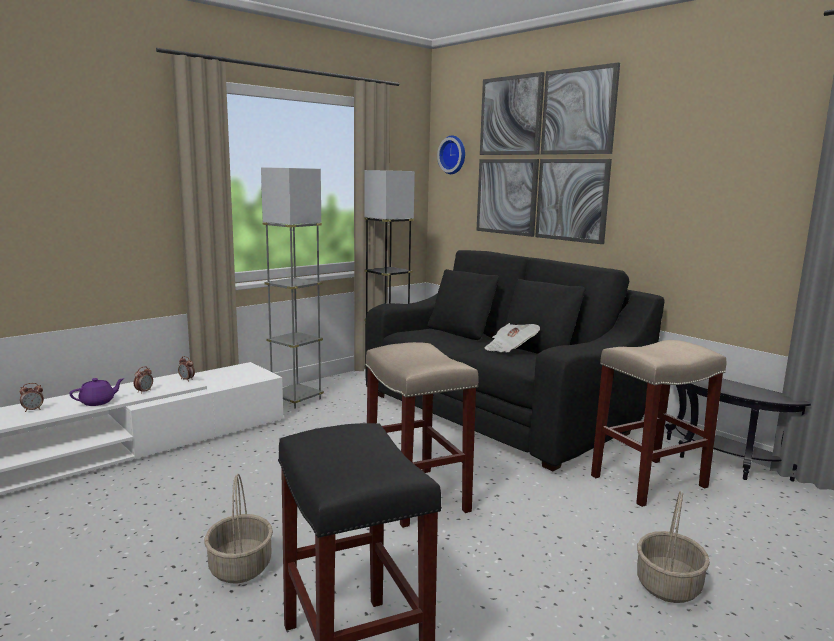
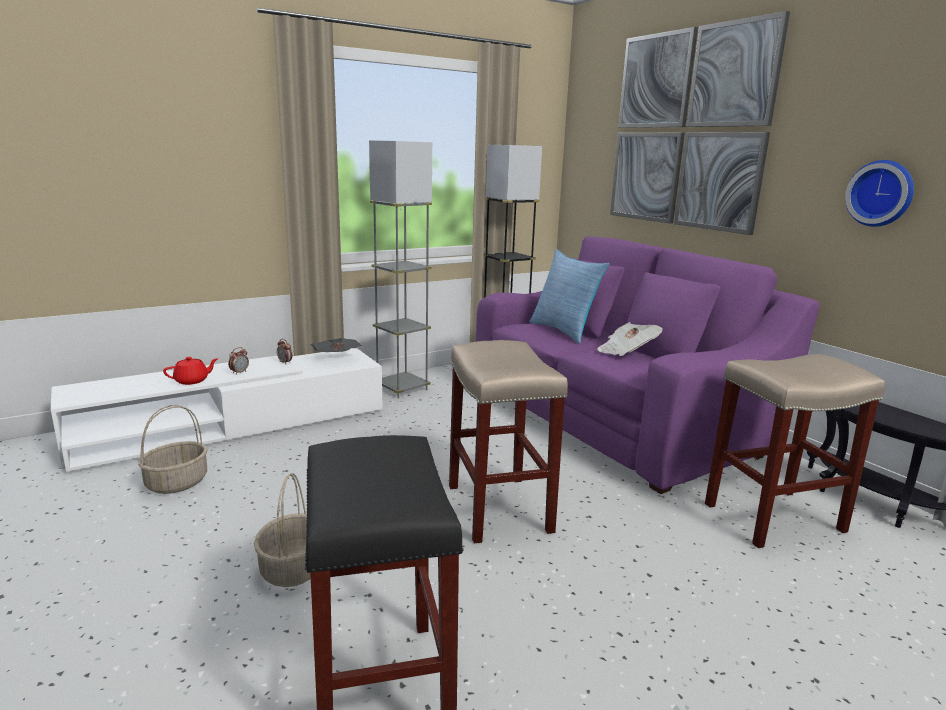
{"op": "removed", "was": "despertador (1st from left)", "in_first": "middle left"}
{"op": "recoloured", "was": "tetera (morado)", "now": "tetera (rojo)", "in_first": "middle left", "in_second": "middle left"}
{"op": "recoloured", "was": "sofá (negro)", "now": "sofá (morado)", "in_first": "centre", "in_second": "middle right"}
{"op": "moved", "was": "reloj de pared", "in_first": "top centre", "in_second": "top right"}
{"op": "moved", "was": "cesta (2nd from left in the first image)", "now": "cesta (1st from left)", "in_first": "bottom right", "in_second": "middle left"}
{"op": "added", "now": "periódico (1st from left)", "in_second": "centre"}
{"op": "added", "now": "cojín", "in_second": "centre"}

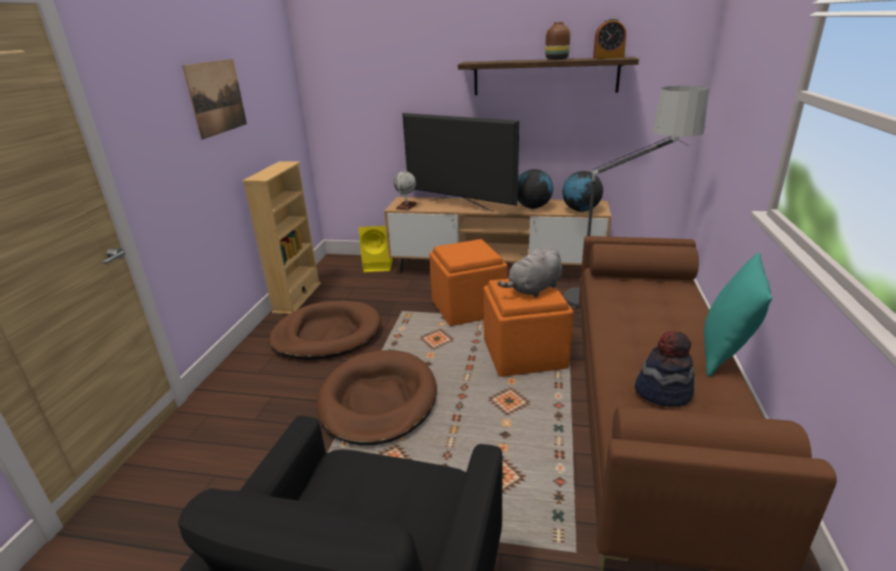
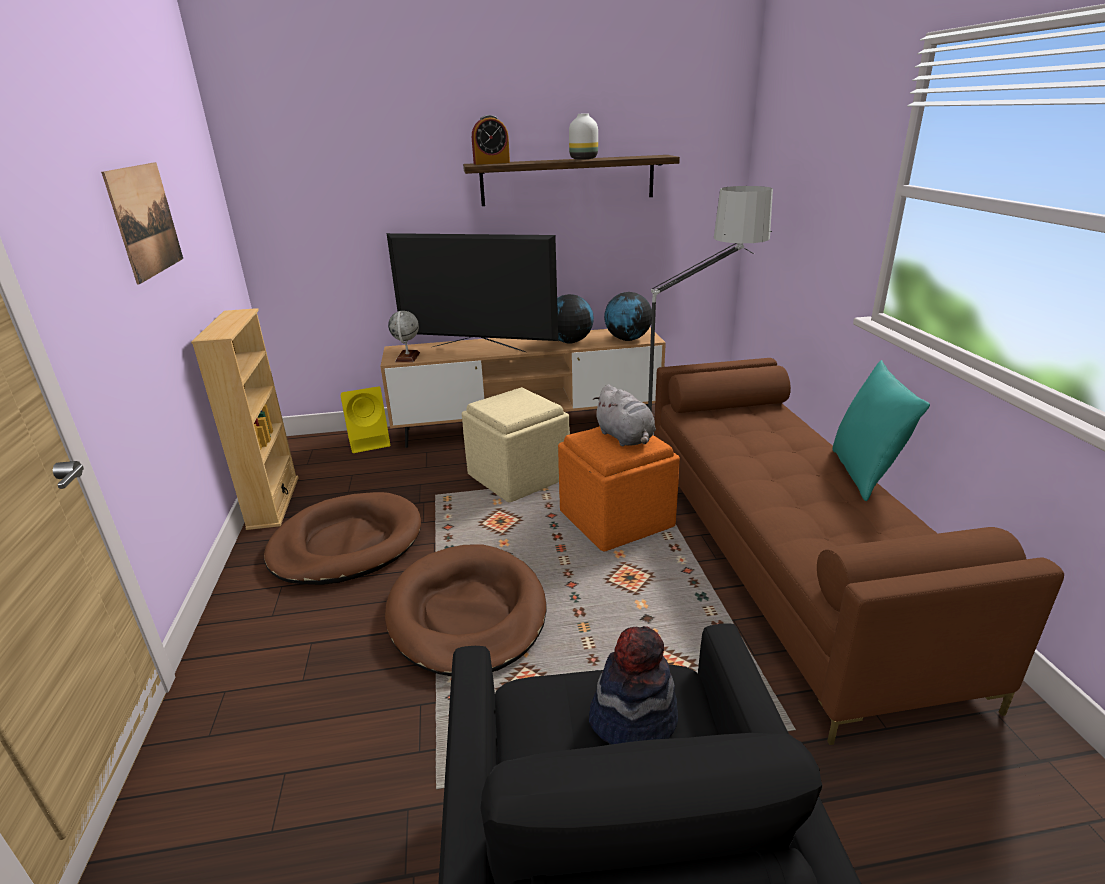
{"op": "recoloured", "was": "puf (naranja) (1st from left)", "now": "puf (beis)", "in_first": "centre", "in_second": "centre"}
{"op": "turned", "was": "peluche (gris)", "in_first": "centre", "in_second": "centre", "clockwise": -60}
{"op": "recoloured", "was": "florero (marrón)", "now": "florero (blanco)", "in_first": "top centre", "in_second": "top centre"}
{"op": "moved", "was": "despertador", "in_first": "top right", "in_second": "top centre"}
{"op": "moved", "was": "sombrero", "in_first": "middle right", "in_second": "bottom centre"}

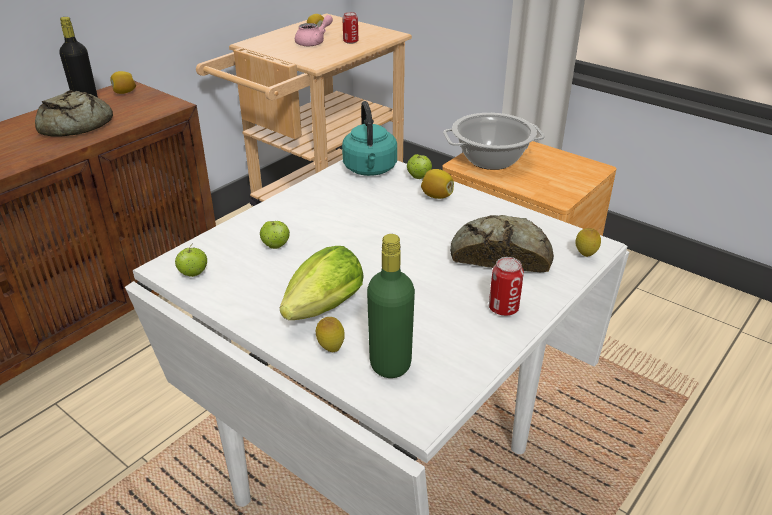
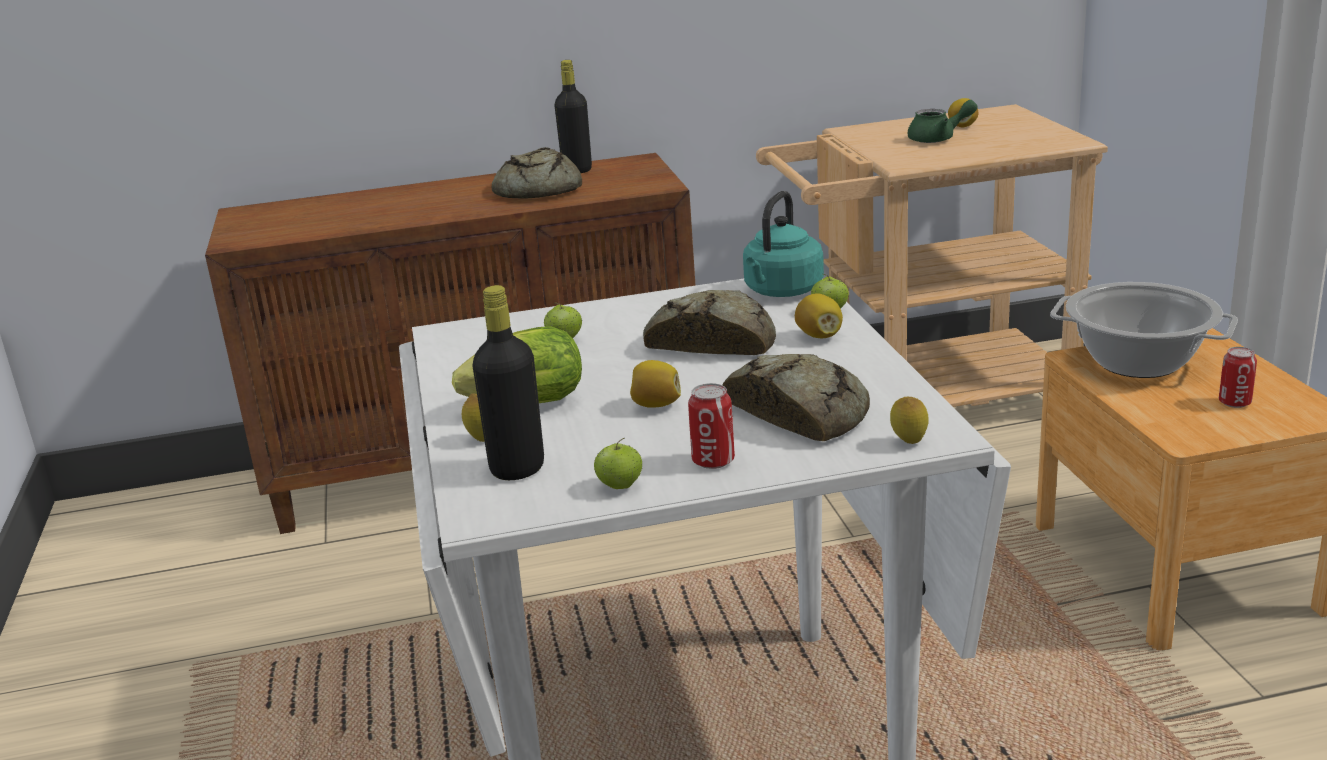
{"op": "moved", "was": "limón (1st from left in the first image)", "now": "limón (2nd from left)", "in_first": "top left", "in_second": "centre"}
{"op": "moved", "was": "manzana (1st from left in the first image)", "now": "manzana (2nd from left)", "in_first": "middle left", "in_second": "centre"}
{"op": "recoloured", "was": "tetera (rosa)", "now": "tetera (verde)", "in_first": "top centre", "in_second": "top right"}
{"op": "moved", "was": "lata (1st from left in the first image)", "now": "lata (2nd from left)", "in_first": "top centre", "in_second": "middle right"}
{"op": "recoloured", "was": "botella (verde)", "now": "botella (negro) (1st from left)", "in_first": "centre", "in_second": "centre"}
{"op": "added", "now": "pan (2nd from left)", "in_second": "centre"}

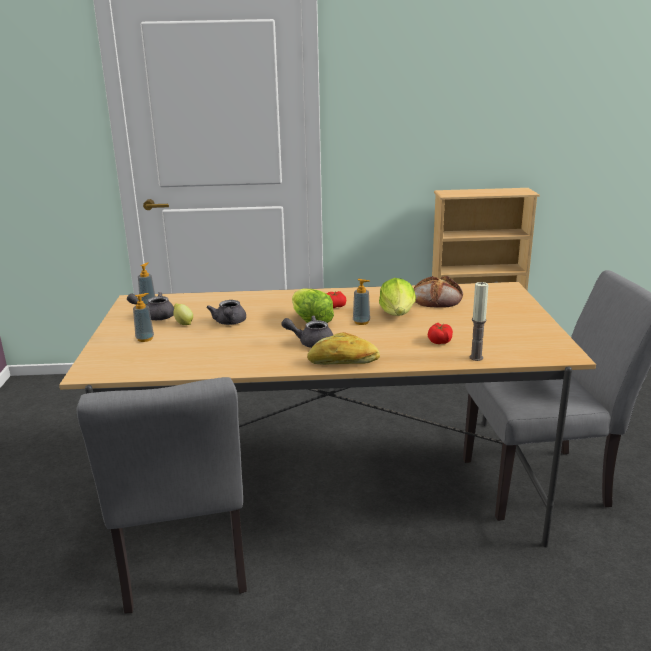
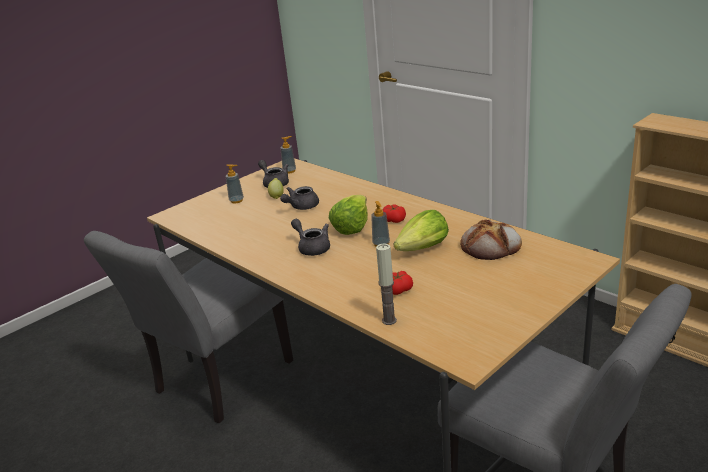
{"op": "removed", "was": "pan (1st from left)", "in_first": "centre"}

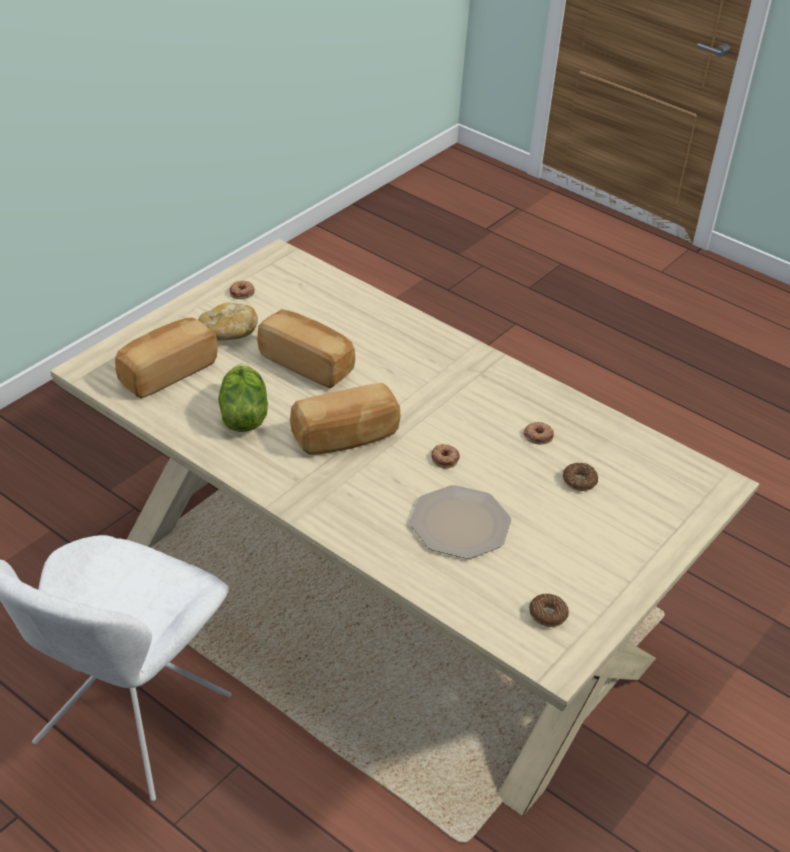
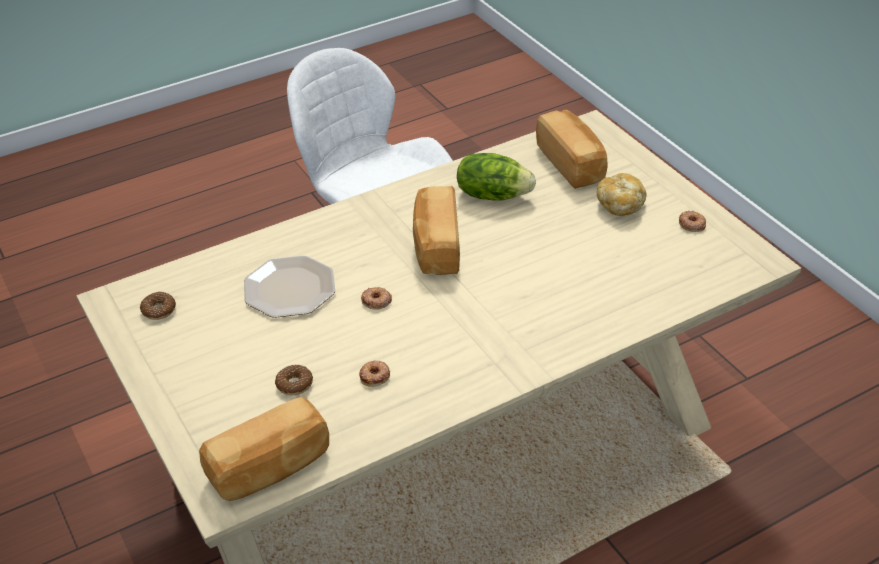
{"op": "moved", "was": "pan (3rd from left in the first image)", "now": "pan (1st from left)", "in_first": "centre", "in_second": "bottom left"}

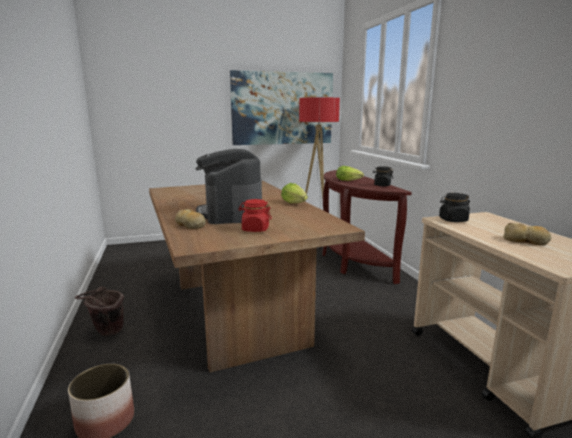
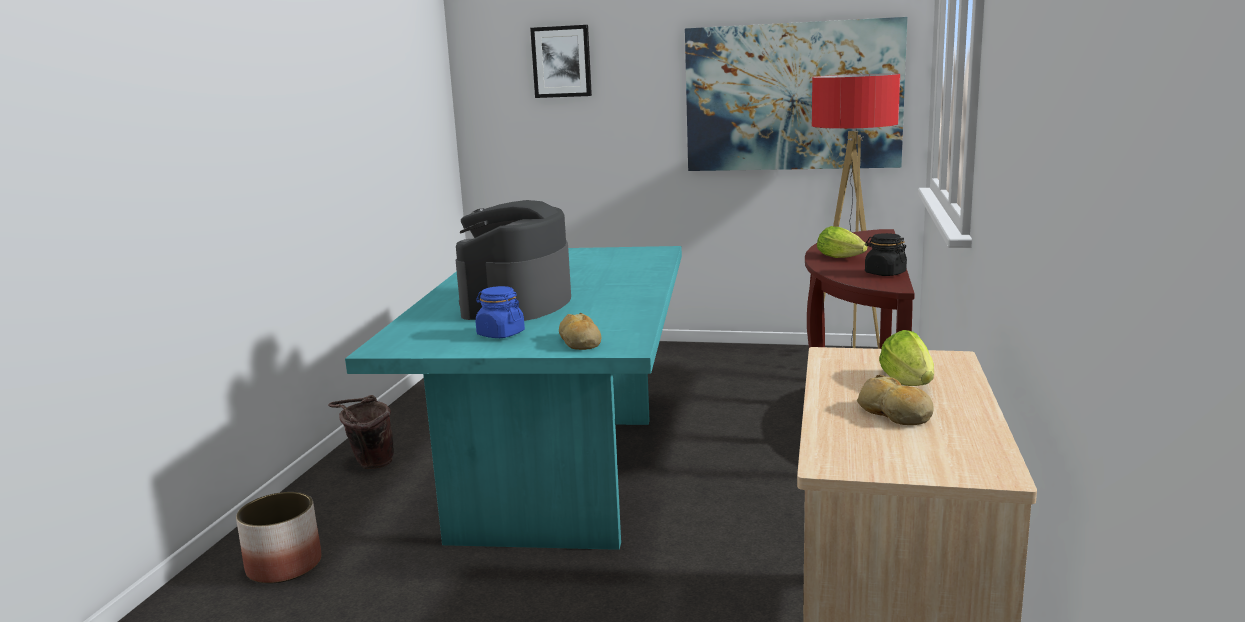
{"op": "recoloured", "was": "mesa de comedor (marrón)", "now": "mesa de comedor (turquesa)", "in_first": "centre", "in_second": "centre"}
{"op": "moved", "was": "pan (1st from left)", "in_first": "middle left", "in_second": "centre"}
{"op": "recoloured", "was": "tarro (rojo)", "now": "tarro (azul)", "in_first": "centre", "in_second": "centre"}
{"op": "moved", "was": "lechuga (1st from left in the first image)", "now": "lechuga (2nd from left)", "in_first": "centre", "in_second": "middle right"}
{"op": "removed", "was": "tarro (negro) (2nd from left)", "in_first": "middle right"}
{"op": "added", "now": "cuadro (1st from left)", "in_second": "top centre"}

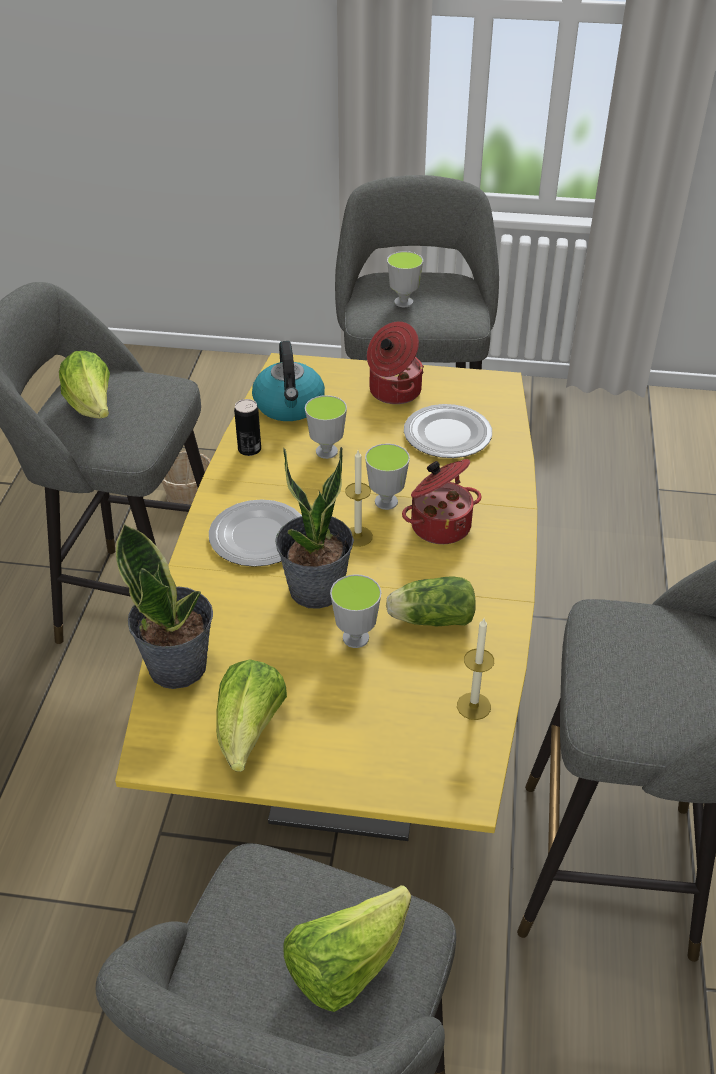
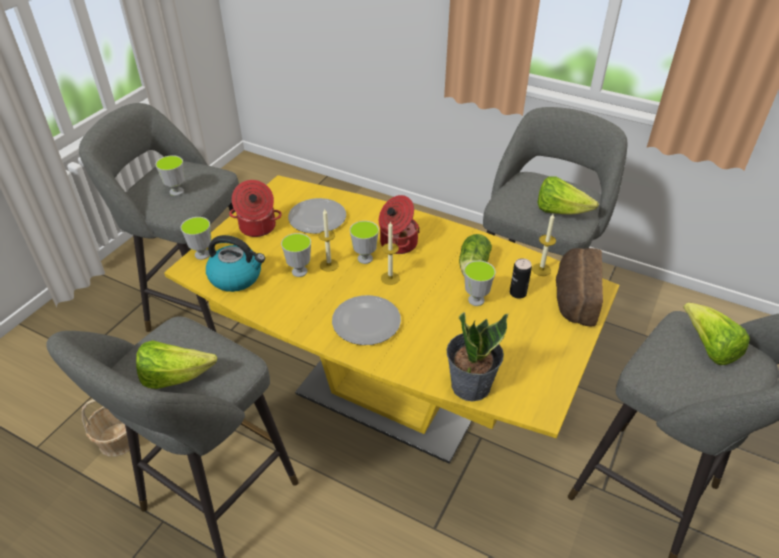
{"op": "moved", "was": "lechuga (2nd from left in the first image)", "now": "lechuga (3rd from left)", "in_first": "centre", "in_second": "middle right"}
{"op": "moved", "was": "lata", "in_first": "centre", "in_second": "middle right"}
{"op": "removed", "was": "planta en maceta (2nd from left)", "in_first": "centre"}
{"op": "added", "now": "taza (2nd from left)", "in_second": "middle left"}
{"op": "added", "now": "vela (1st from left)", "in_second": "centre"}
{"op": "added", "now": "pan", "in_second": "middle right"}

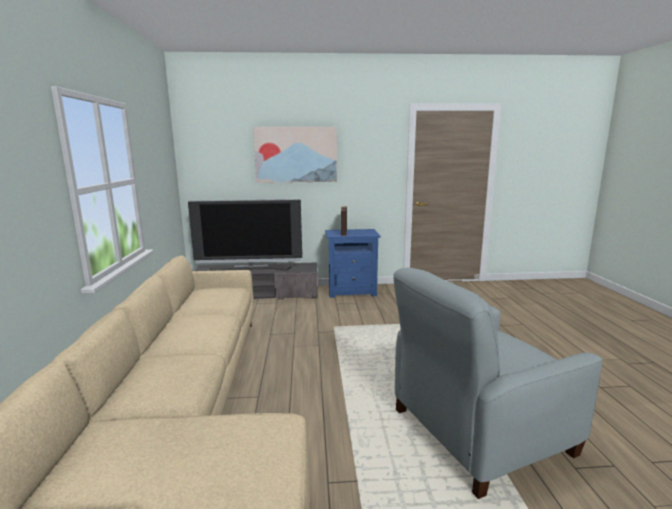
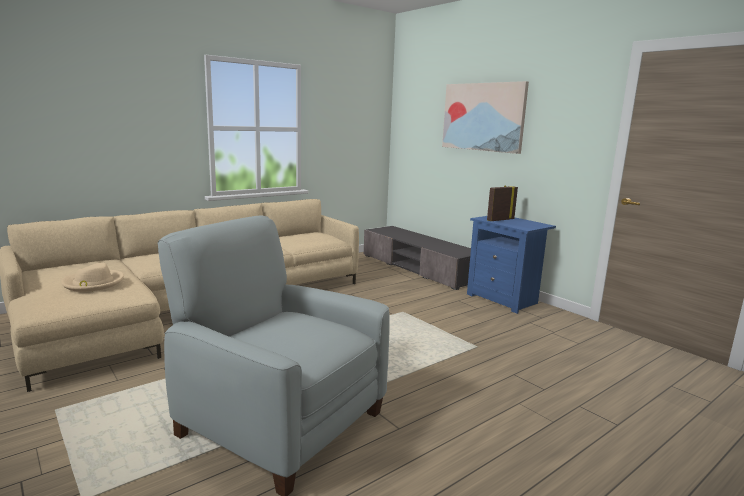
{"op": "removed", "was": "televisor", "in_first": "centre"}
{"op": "added", "now": "sombrero (beis)", "in_second": "middle left"}

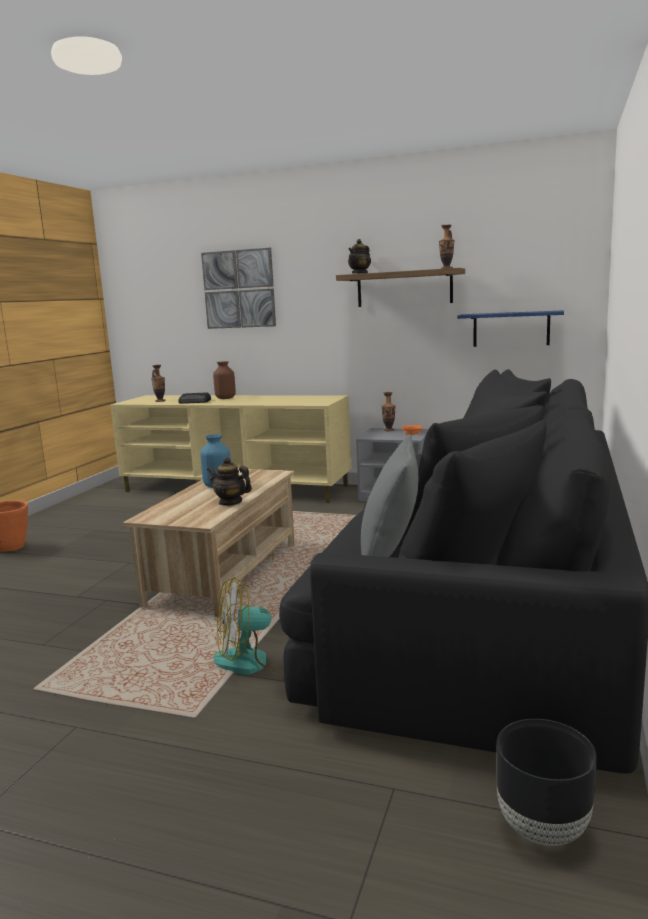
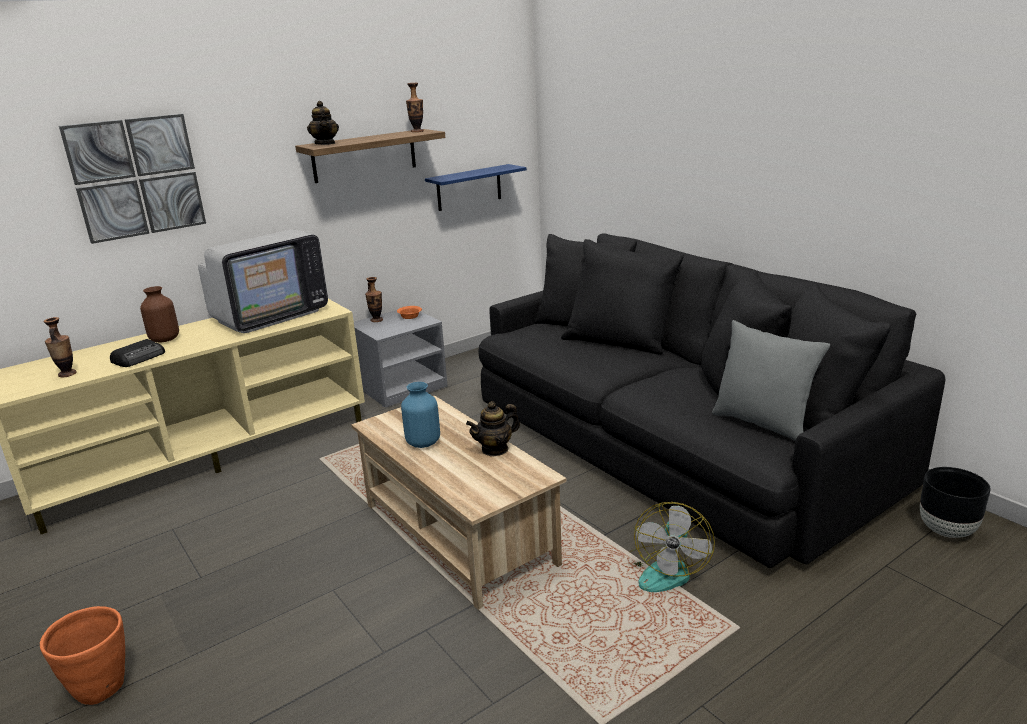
{"op": "added", "now": "televisor", "in_second": "middle left"}

